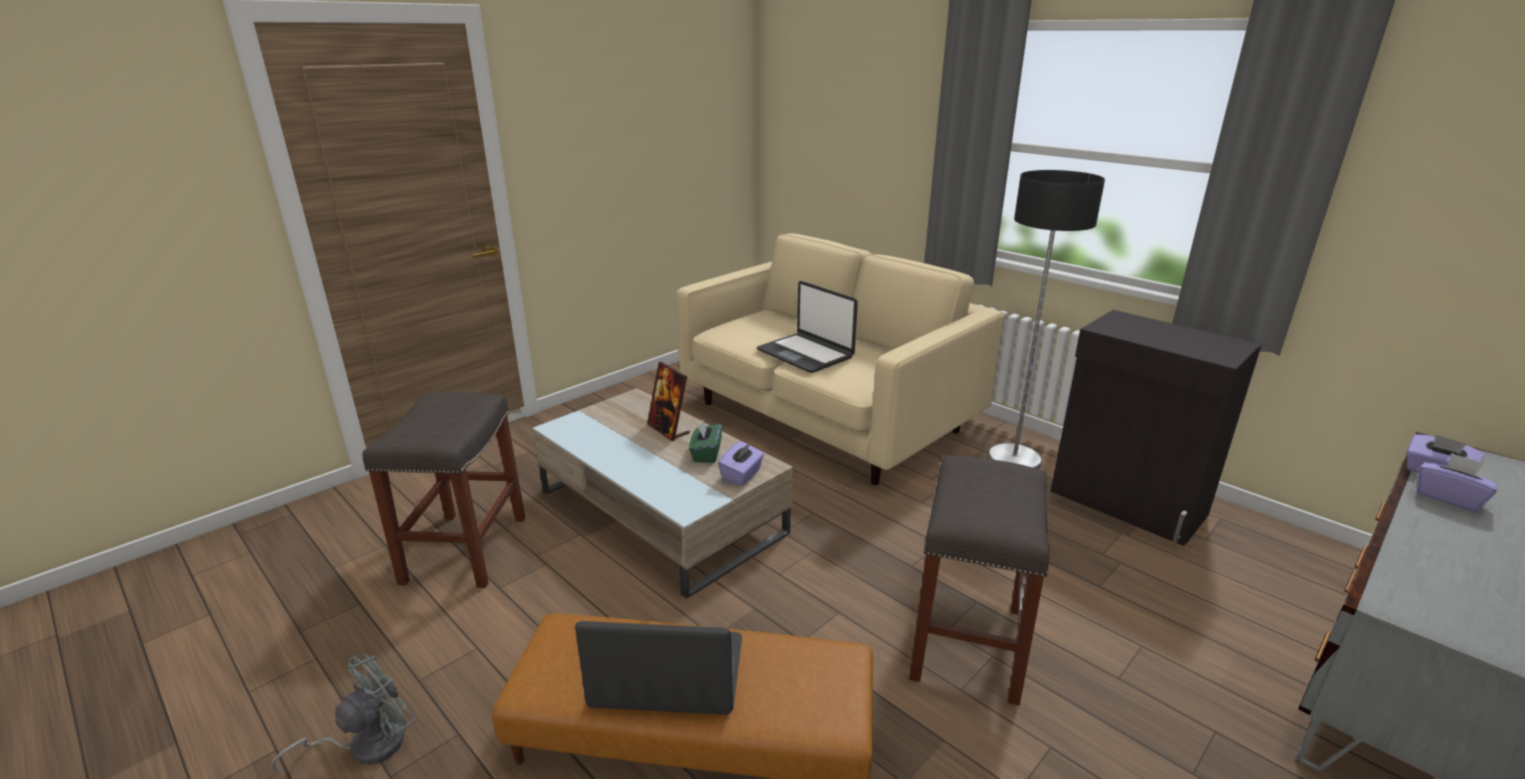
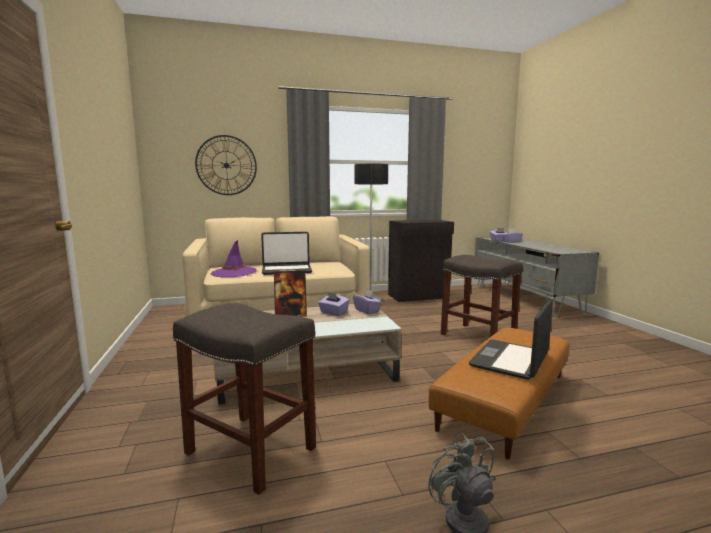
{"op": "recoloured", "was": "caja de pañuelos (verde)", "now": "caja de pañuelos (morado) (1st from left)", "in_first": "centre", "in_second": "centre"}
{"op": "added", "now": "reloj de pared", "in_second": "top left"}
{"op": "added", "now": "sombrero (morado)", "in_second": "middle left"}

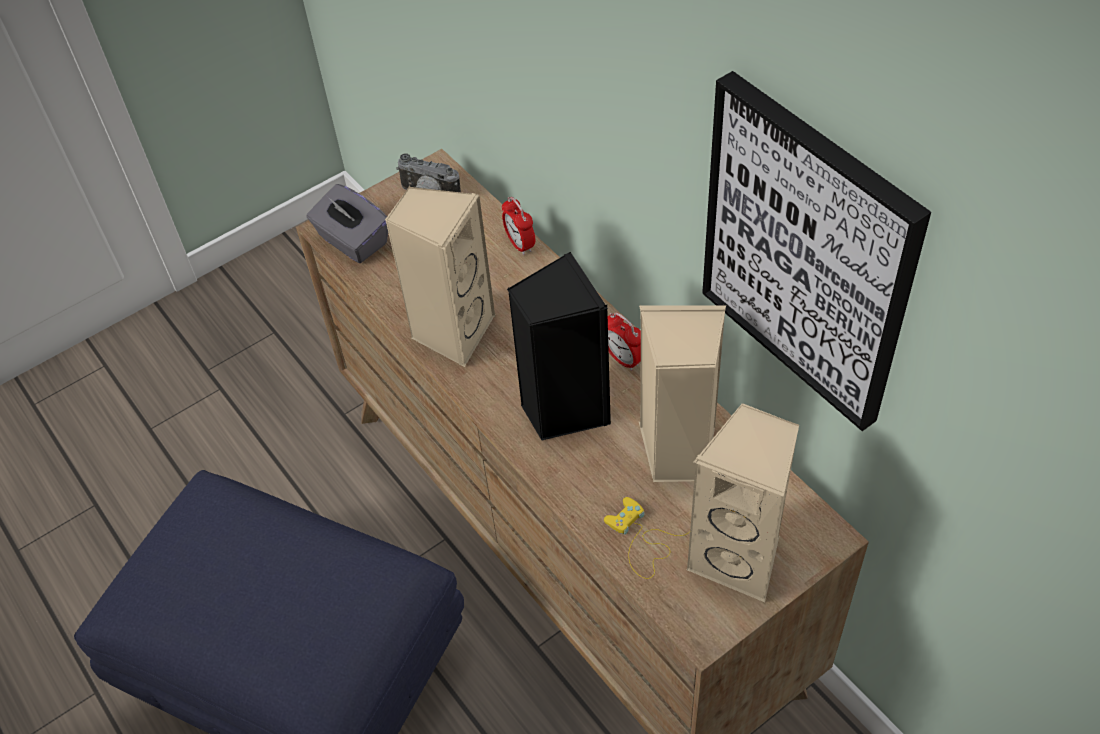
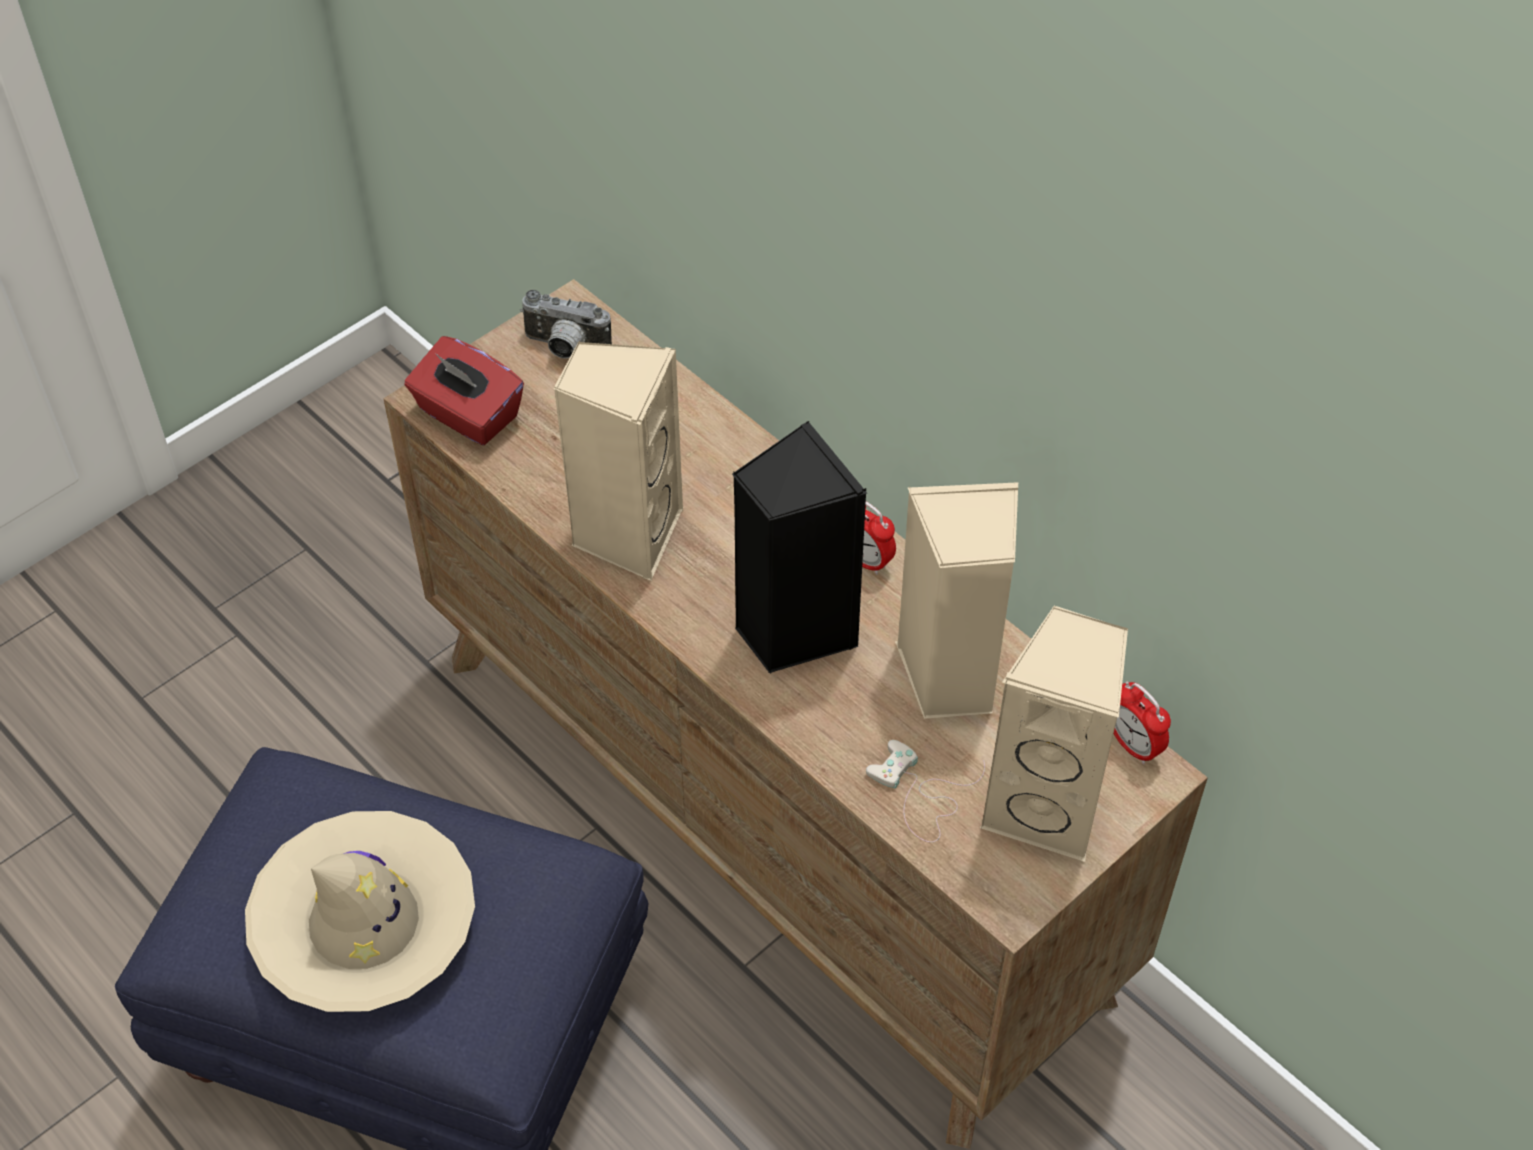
{"op": "recoloured", "was": "caja de pañuelos (gris)", "now": "caja de pañuelos (rojo)", "in_first": "top left", "in_second": "middle left"}
{"op": "moved", "was": "despertador (1st from left in the first image)", "now": "despertador (2nd from left)", "in_first": "top centre", "in_second": "middle right"}
{"op": "recoloured", "was": "mando de consola (amarillo)", "now": "mando de consola (blanco)", "in_first": "bottom centre", "in_second": "bottom centre"}
{"op": "removed", "was": "cuadro", "in_first": "middle right"}
{"op": "added", "now": "sombrero (beis)", "in_second": "bottom left"}

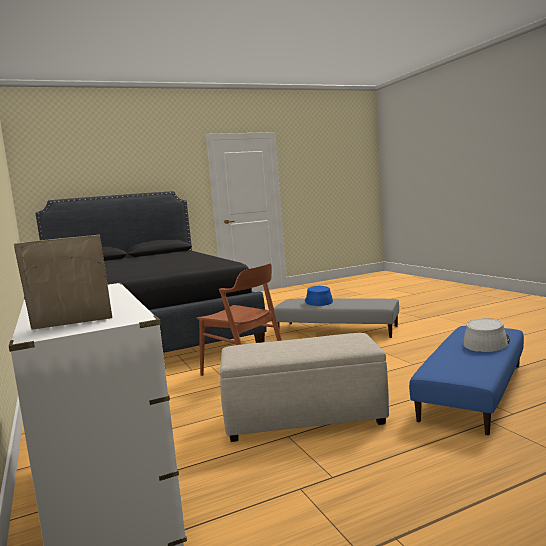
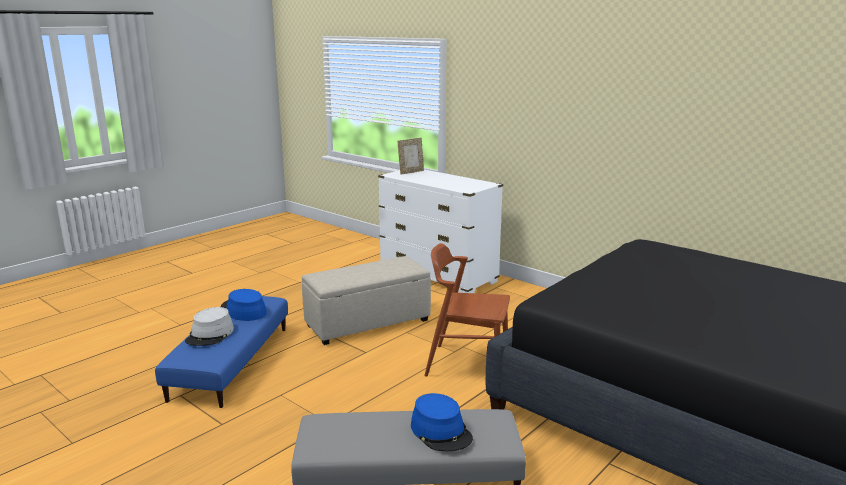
{"op": "added", "now": "sombrero (azul) (1st from left)", "in_second": "middle left"}

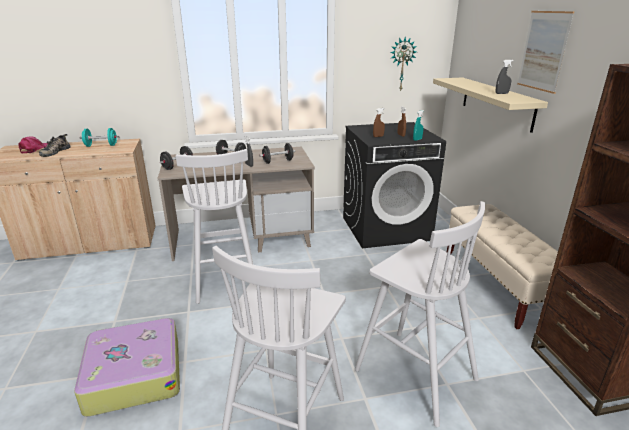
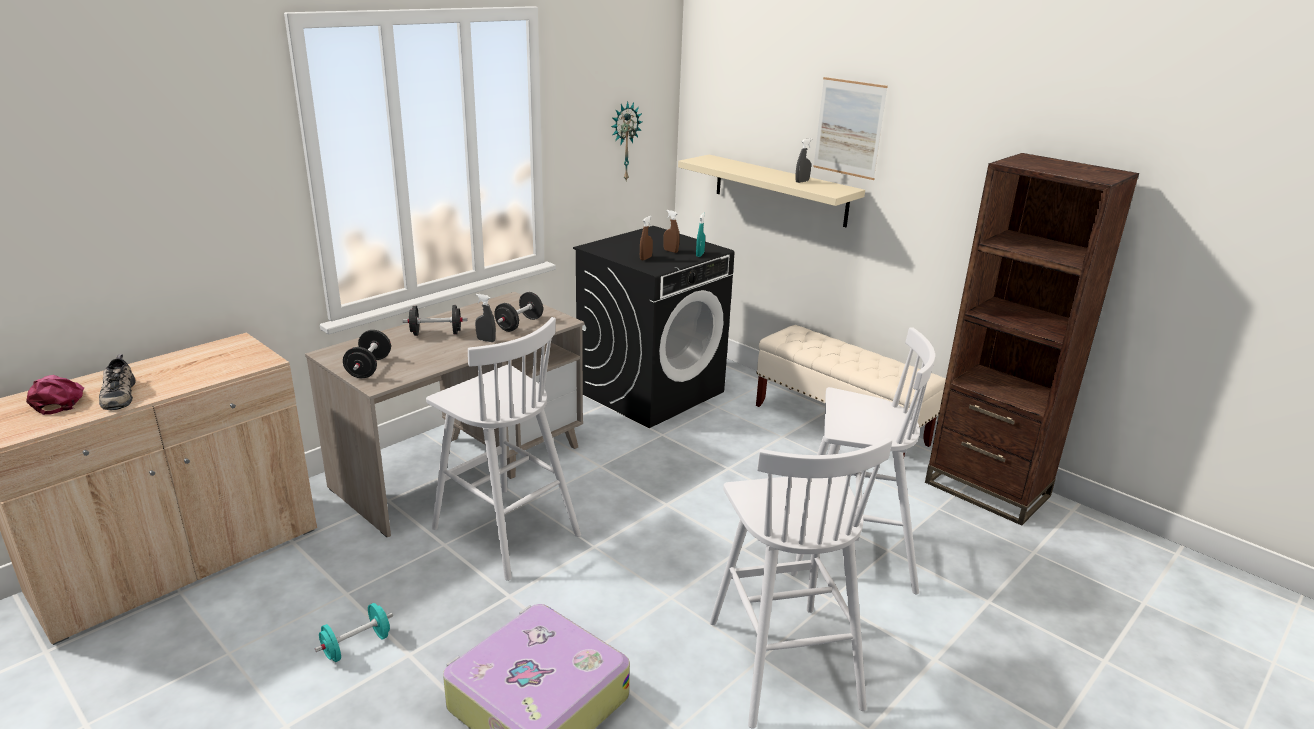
{"op": "moved", "was": "mancuerna (turquesa)", "in_first": "top left", "in_second": "bottom left"}

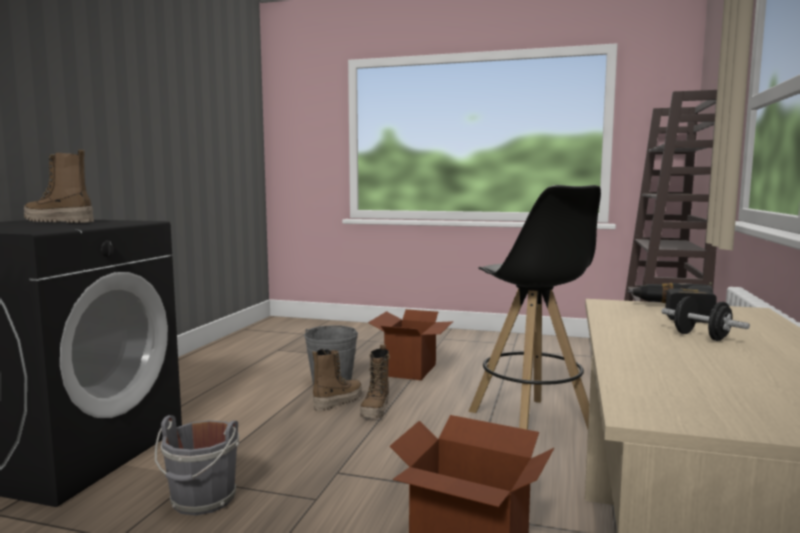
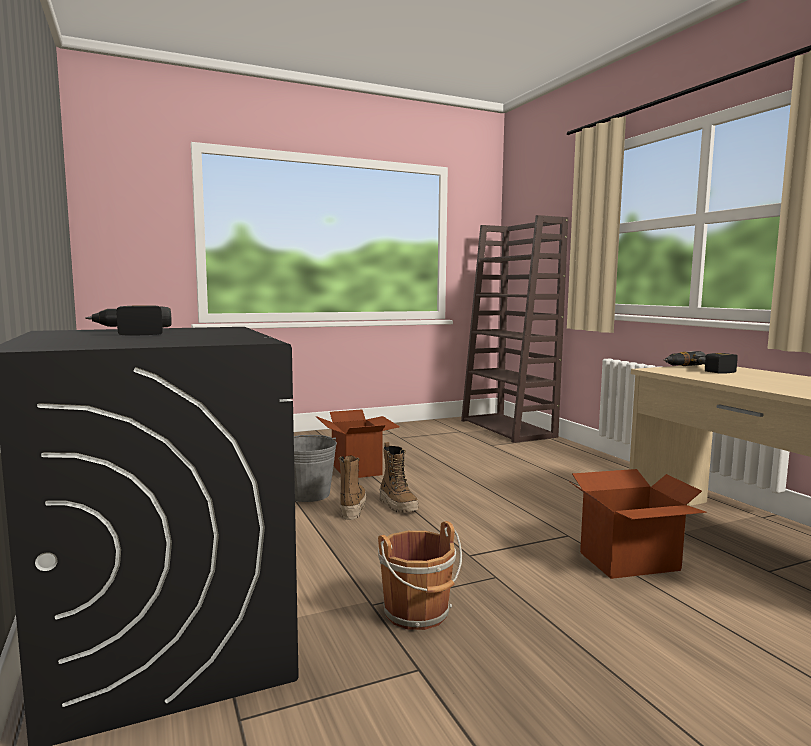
{"op": "replaced", "was": "bota (1st from left)", "now": "taladro (1st from left)", "in_first": "middle left", "in_second": "middle left"}
{"op": "recoloured", "was": "cubo (gris) (1st from left)", "now": "cubo (marrón)", "in_first": "bottom left", "in_second": "bottom centre"}
{"op": "removed", "was": "taburete (negro)", "in_first": "middle right"}
{"op": "removed", "was": "mancuerna (negro)", "in_first": "middle right"}

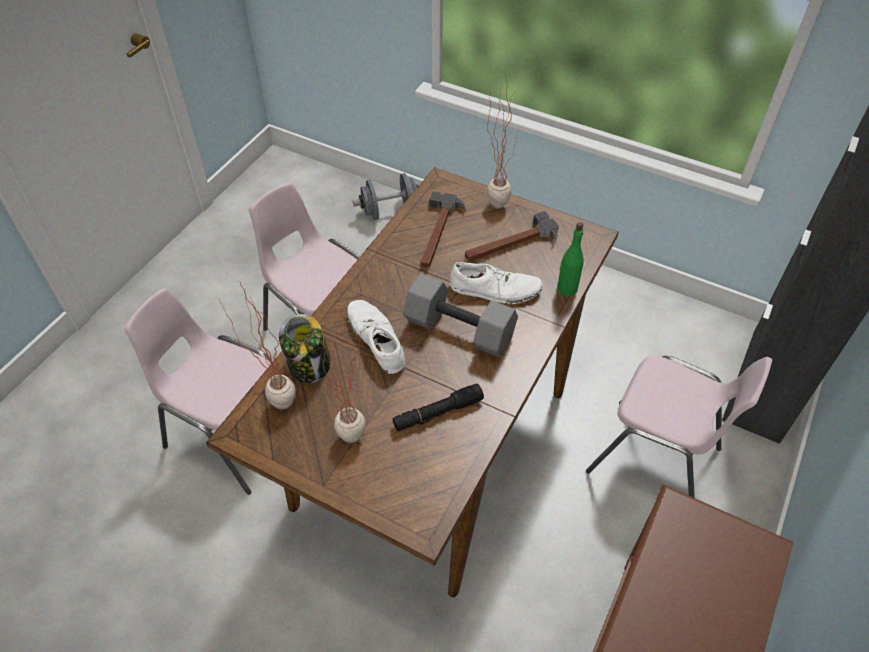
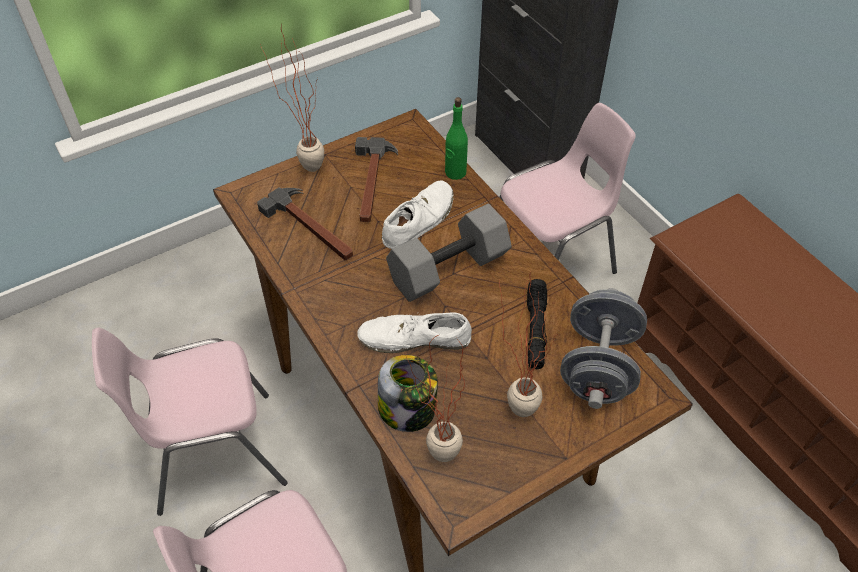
{"op": "moved", "was": "mancuerna (gris) (1st from left in the first image)", "now": "mancuerna (gris) (2nd from left)", "in_first": "top centre", "in_second": "middle right"}

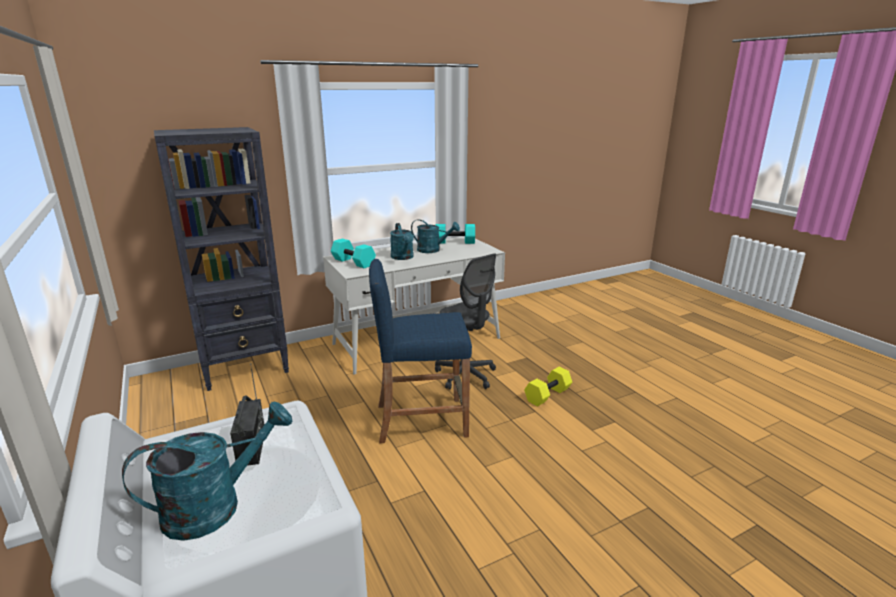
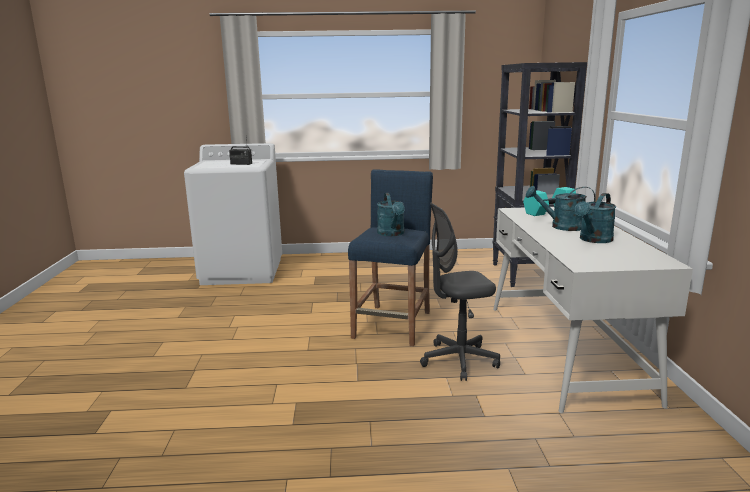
{"op": "moved", "was": "regadera (turquesa) (1st from left)", "in_first": "bottom left", "in_second": "centre"}
{"op": "removed", "was": "mancuerna (turquesa) (2nd from left)", "in_first": "centre"}
{"op": "removed", "was": "mancuerna (amarillo)", "in_first": "centre"}

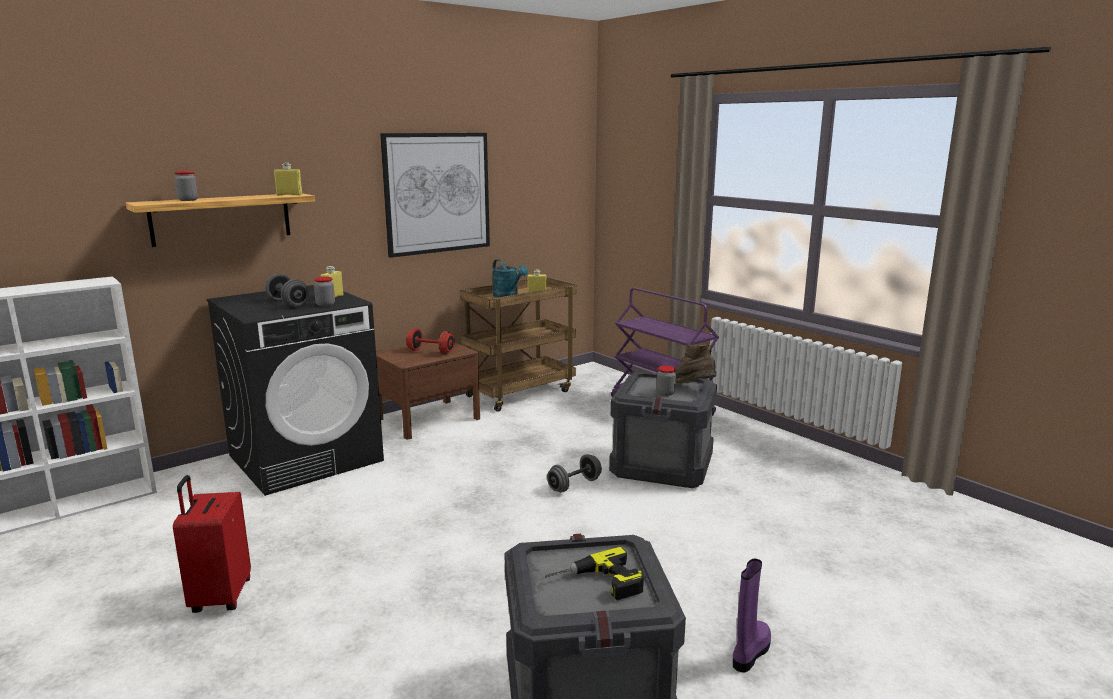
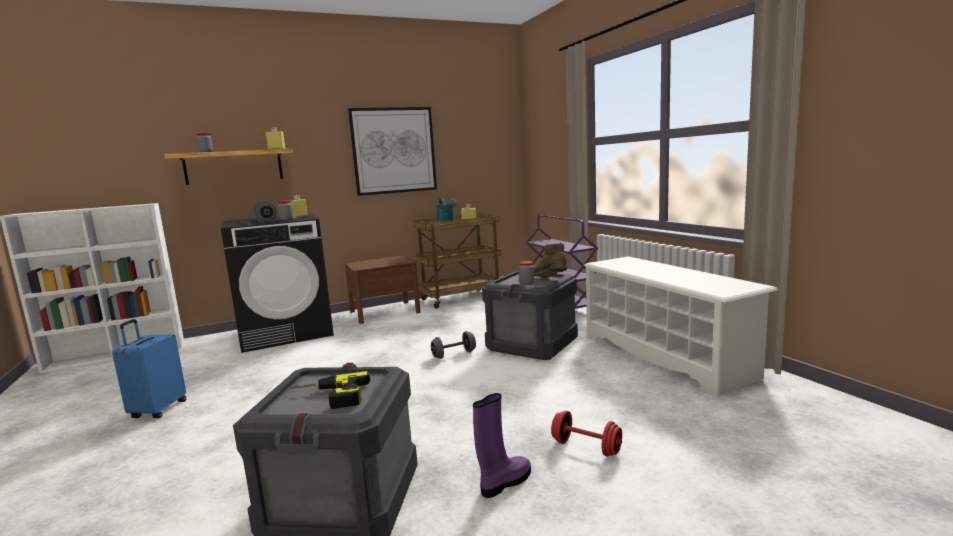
{"op": "recoloured", "was": "maleta (rojo)", "now": "maleta (azul)", "in_first": "bottom left", "in_second": "bottom left"}
{"op": "moved", "was": "mancuerna (rojo)", "in_first": "centre", "in_second": "bottom centre"}
{"op": "added", "now": "zapatero (blanco)", "in_second": "middle right"}

